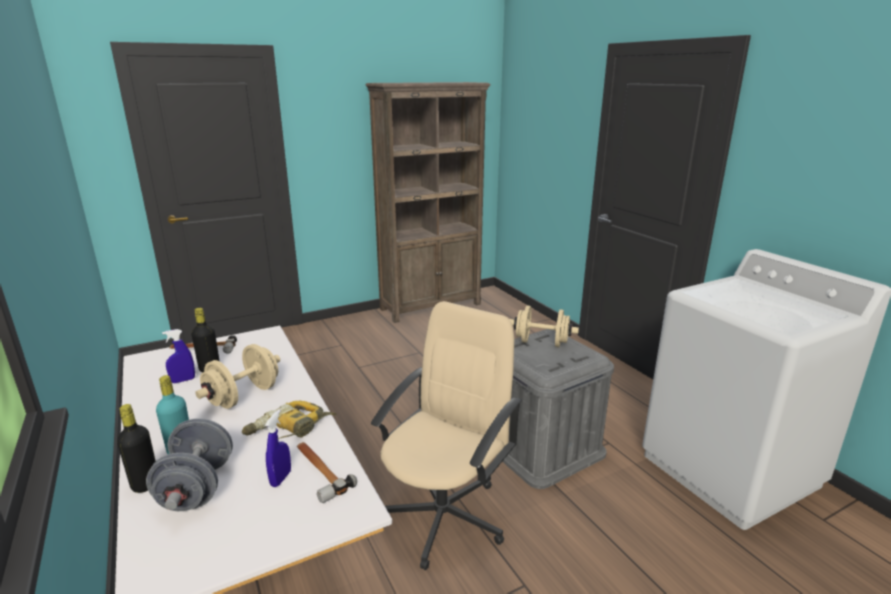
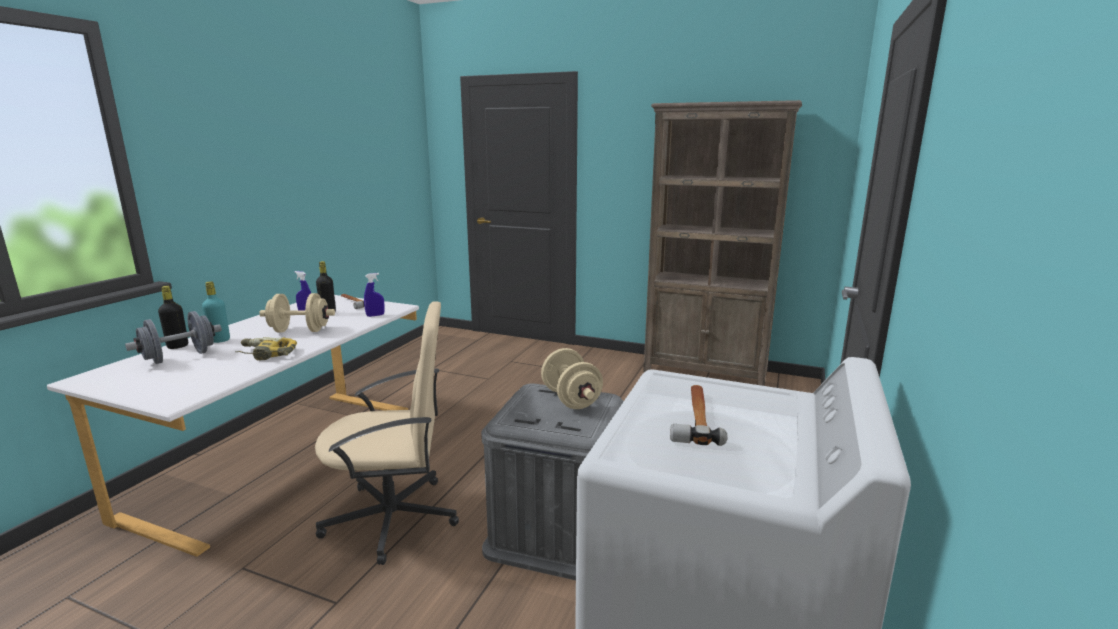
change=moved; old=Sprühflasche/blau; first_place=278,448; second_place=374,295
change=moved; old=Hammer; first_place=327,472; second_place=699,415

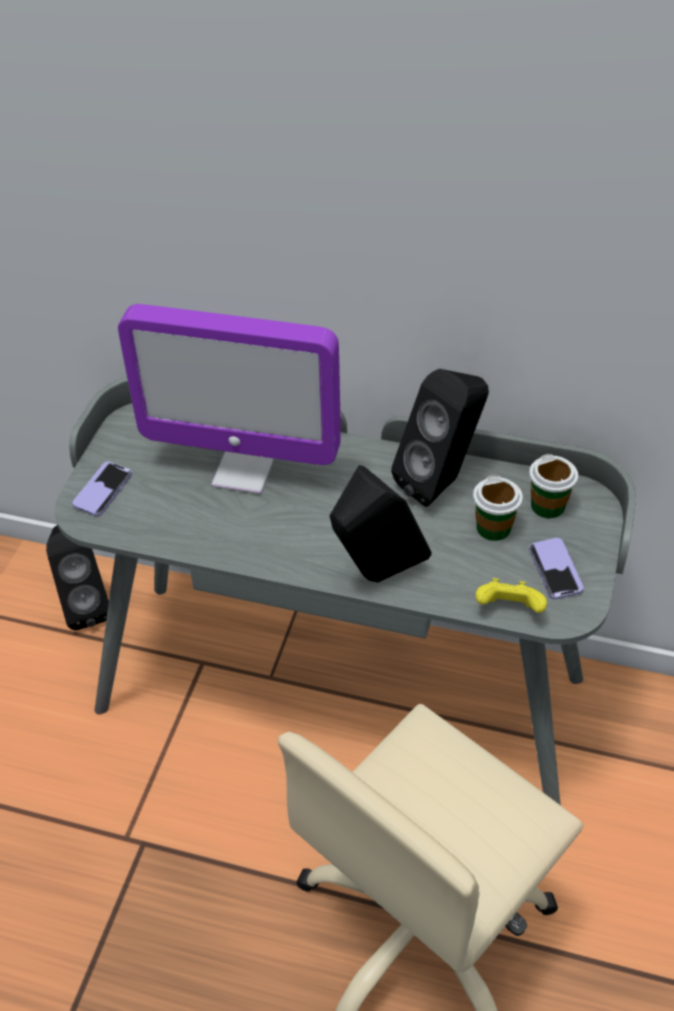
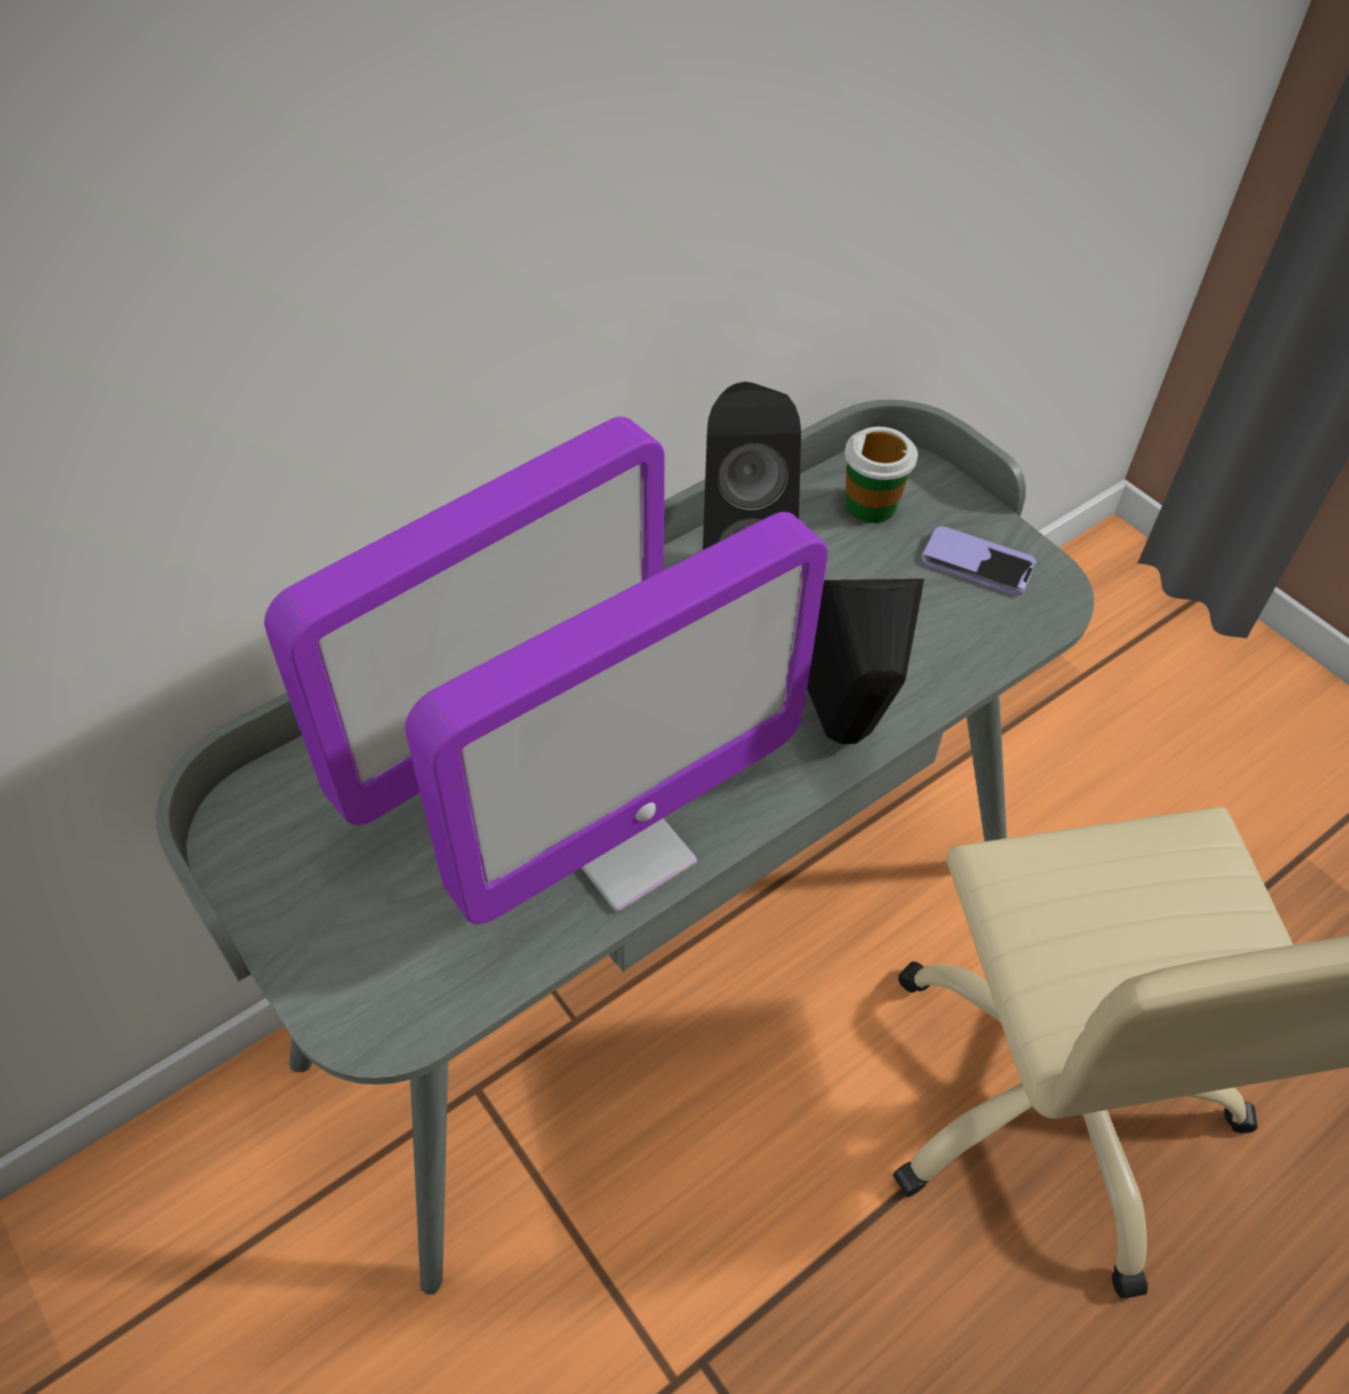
change=removed; old=Lautsprecher/schwarz; first_place=77,577
change=removed; old=Handy; first_place=102,488
change=removed; old=Tasse; first_place=498,508
change=removed; old=Gamepad/gelb; first_place=511,595
change=added; new=Monitor; second_place=616,718

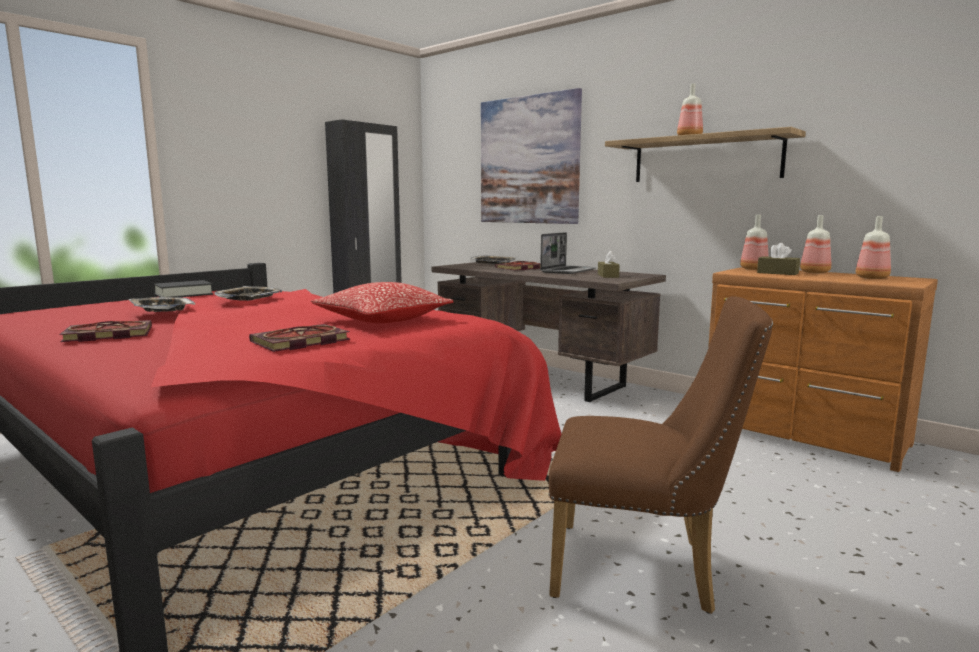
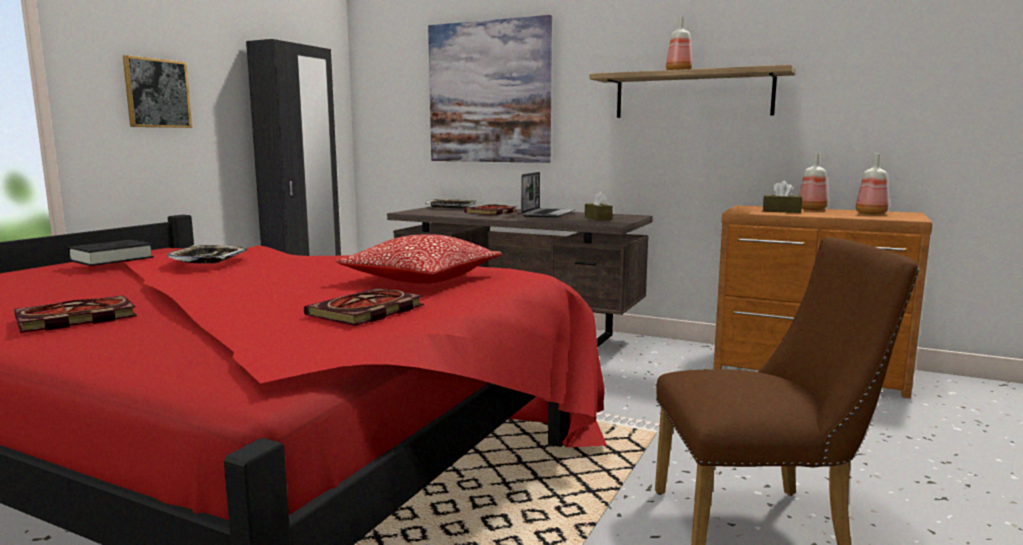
change=removed; old=Tablett; first_place=162,304
change=removed; old=Flasche; first_place=754,242
change=added; new=Bild; second_place=157,91

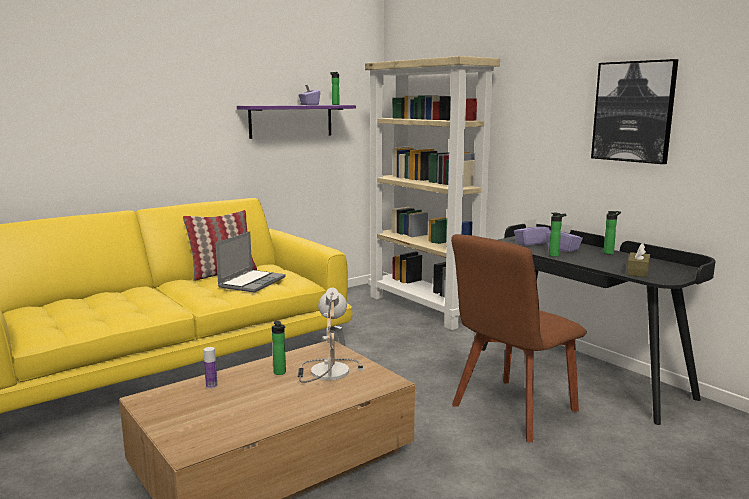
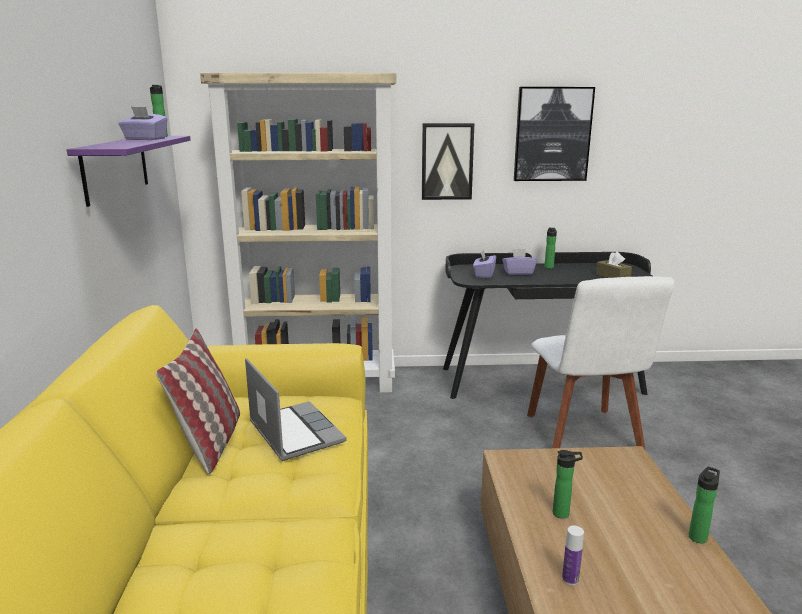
change=removed; old=Tischlampe; first_place=330,335
change=added; new=Bild; second_place=448,161
change=moved; old=Flasche; first_place=558,235; second_place=704,505
change=recoloured; old=Stuhl/braun; new=Stuhl/weiß; first_place=519,338; second_place=601,363

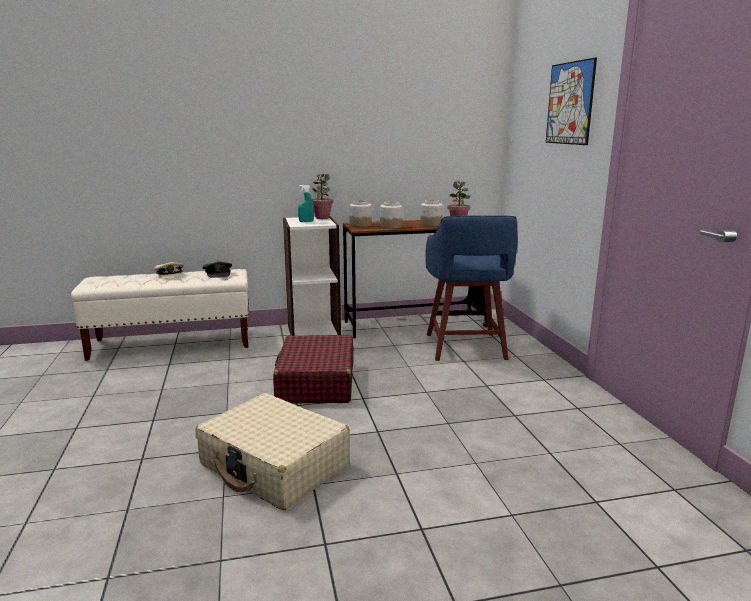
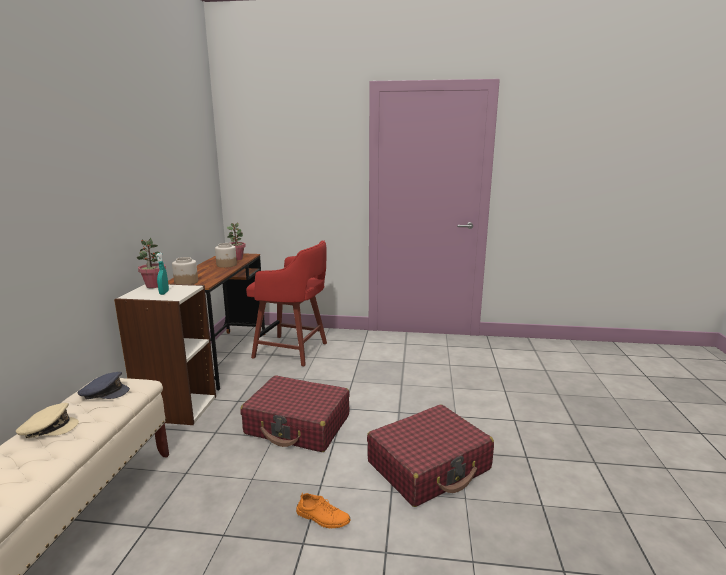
change=removed; old=Vorratsglas; first_place=391,215
change=removed; old=Bild; first_place=571,101
change=added; new=Schuh/orange; second_place=323,510
change=recoloured; old=Koffer/beige; new=Koffer/rot; first_place=272,451; second_place=430,456
change=recoloured; old=Hocker/blau; new=Hocker/rot; first_place=471,288; second_place=286,303

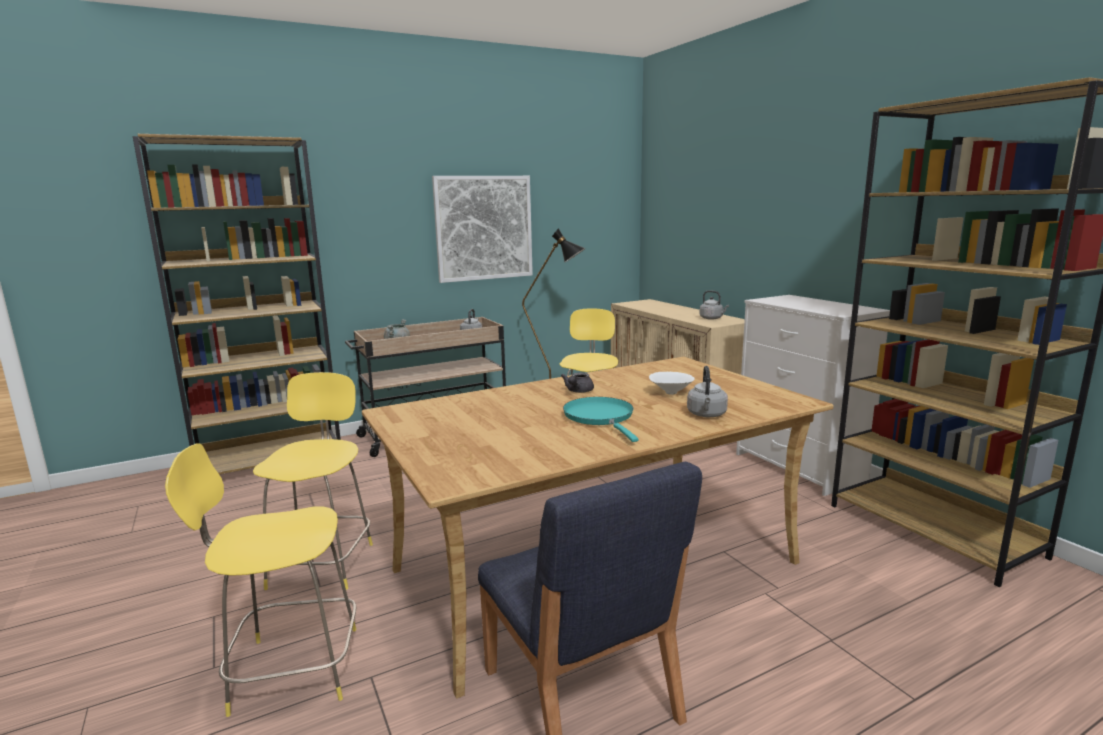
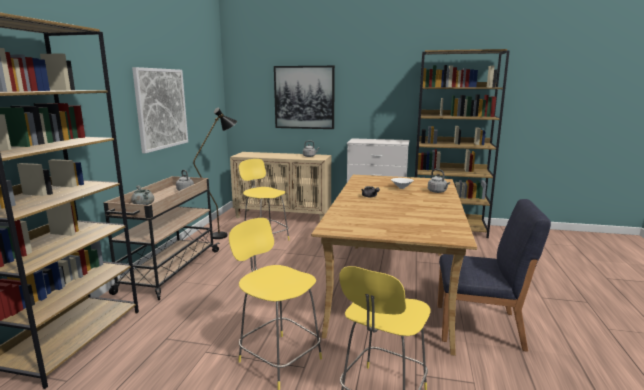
change=removed; old=Pfanne/türkis; first_place=601,419
change=added; new=Bild; second_place=304,97

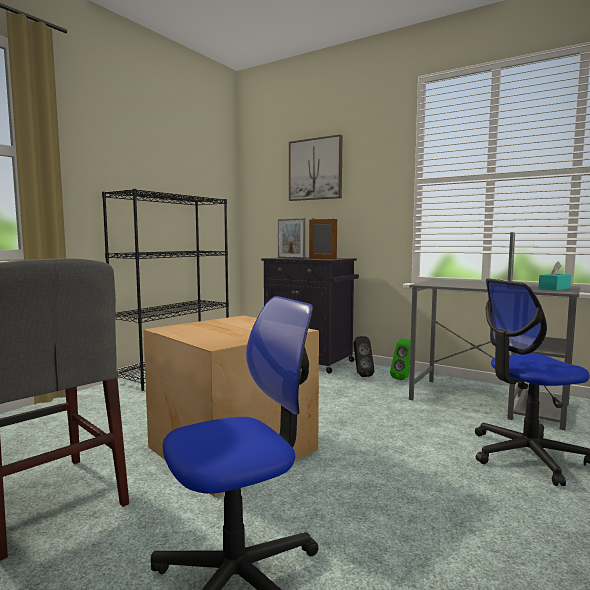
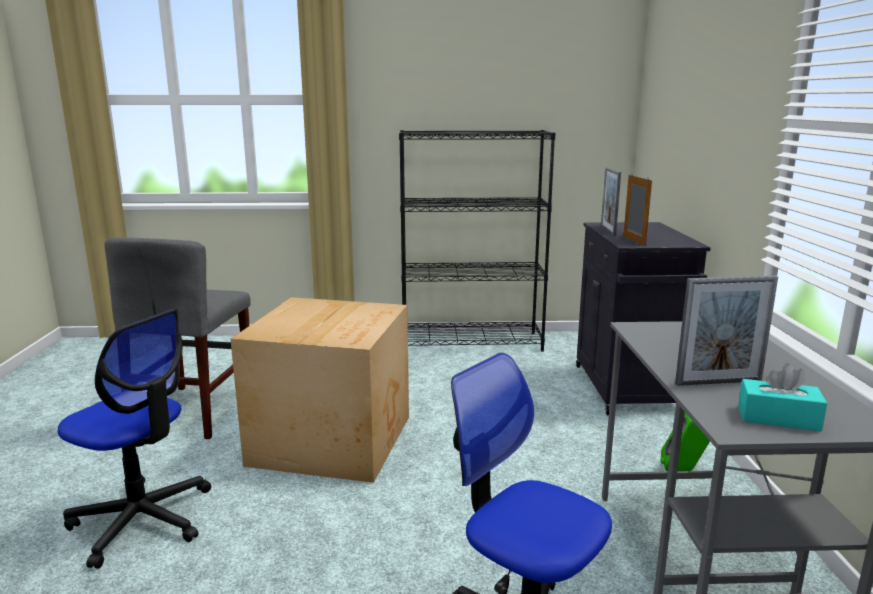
change=removed; old=Bild; first_place=316,167
change=removed; old=Lautsprecher/schwarz; first_place=364,356

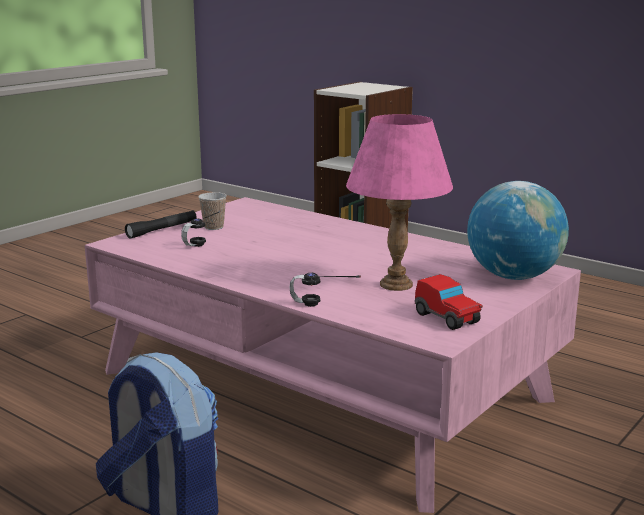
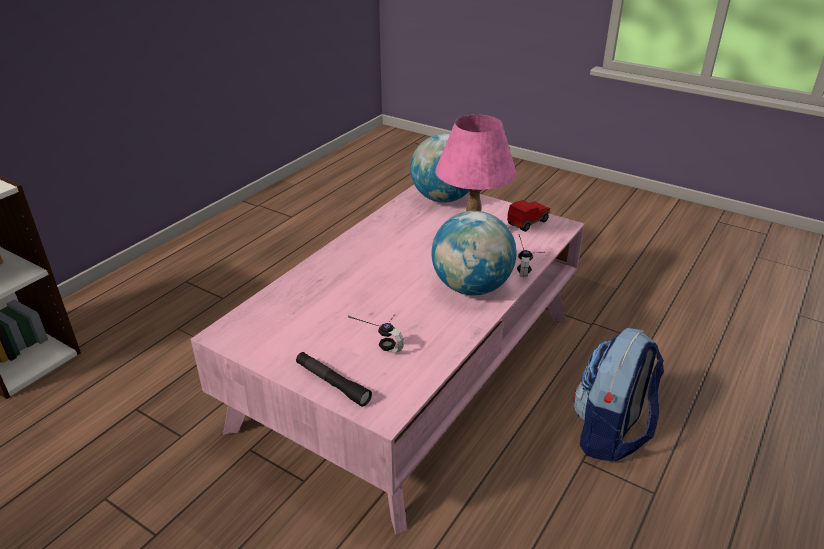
change=removed; old=Tasse; first_place=212,211
change=added; new=Globus; second_place=473,253

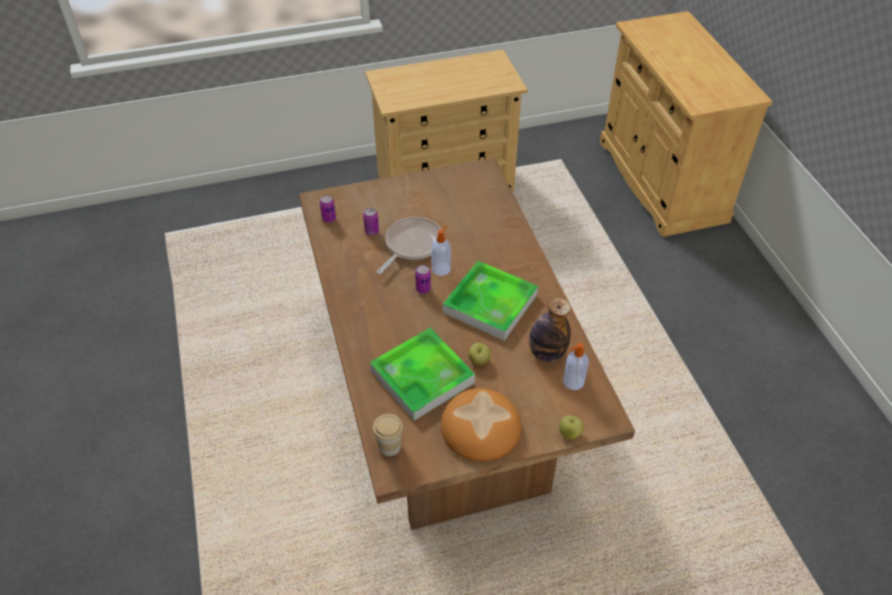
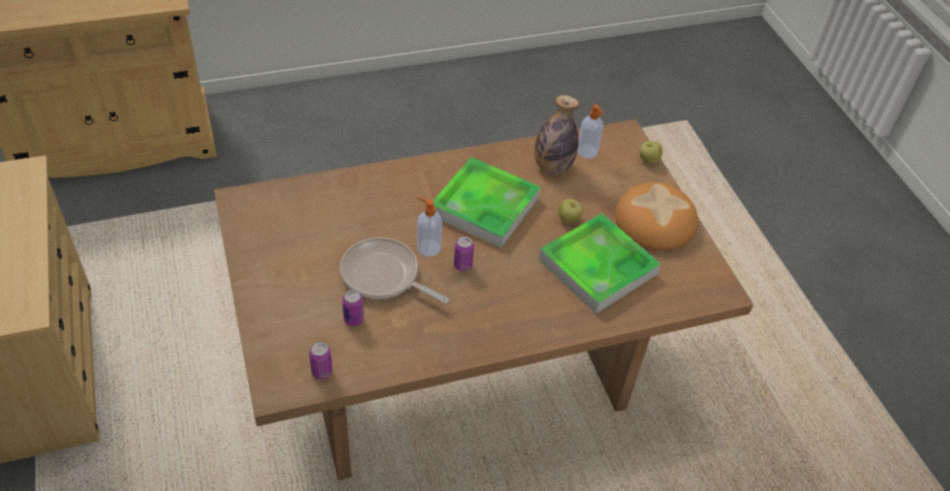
change=removed; old=Tasse; first_place=388,435

